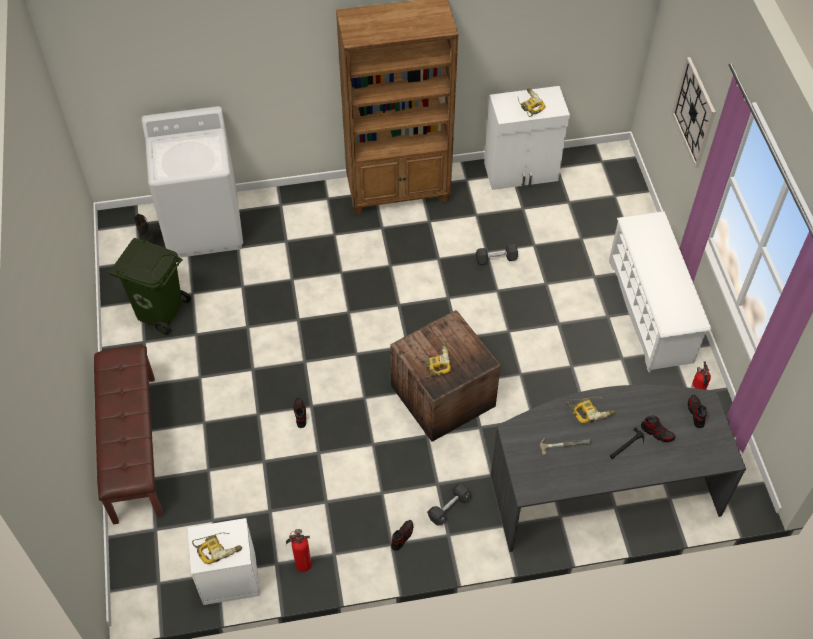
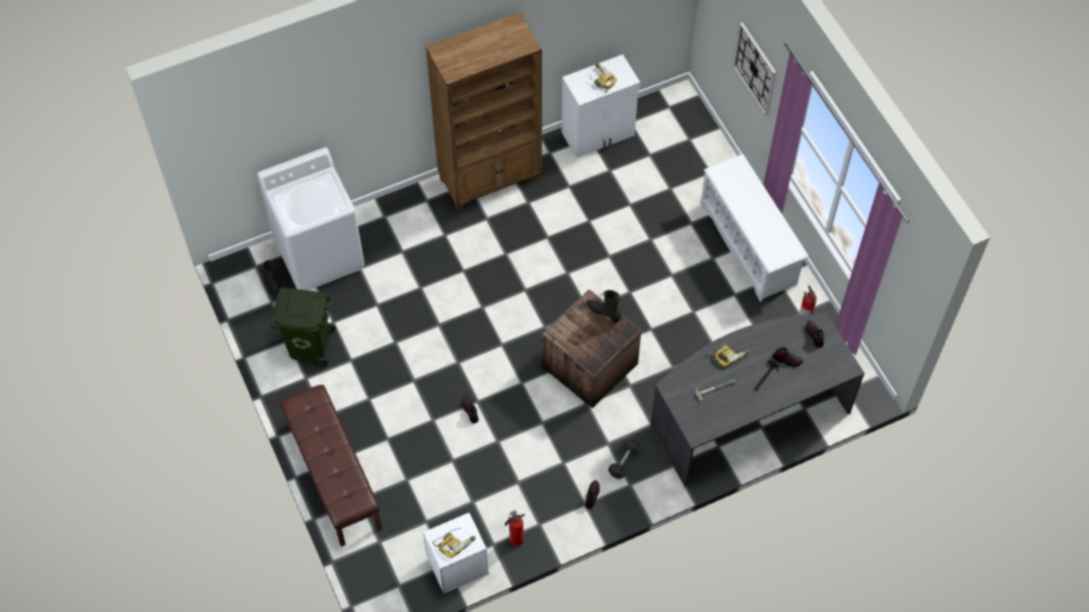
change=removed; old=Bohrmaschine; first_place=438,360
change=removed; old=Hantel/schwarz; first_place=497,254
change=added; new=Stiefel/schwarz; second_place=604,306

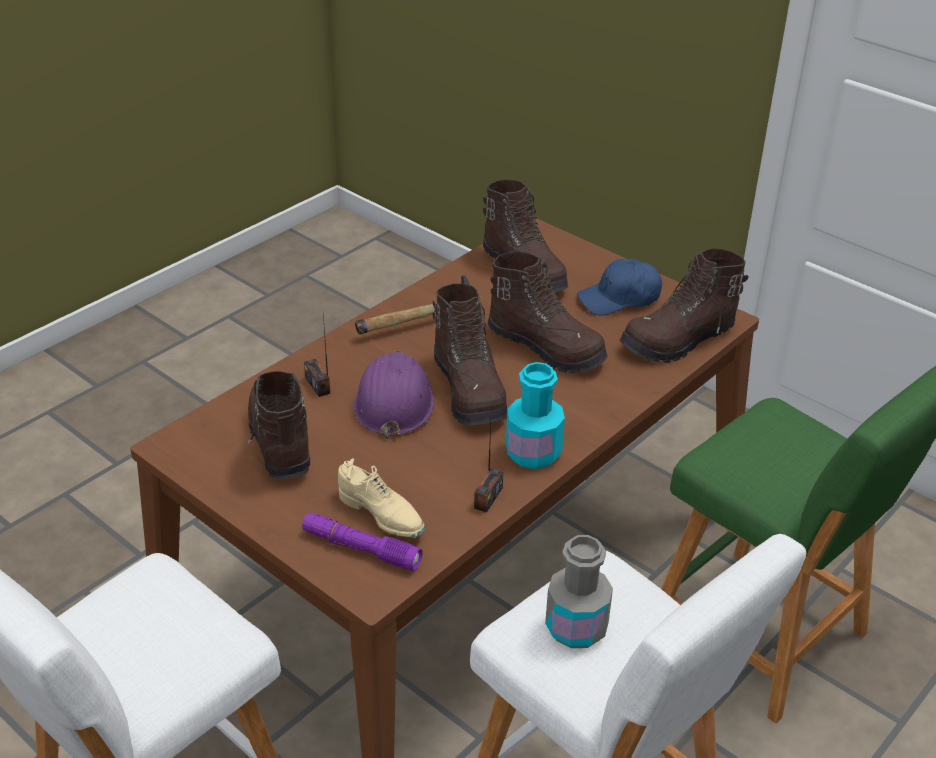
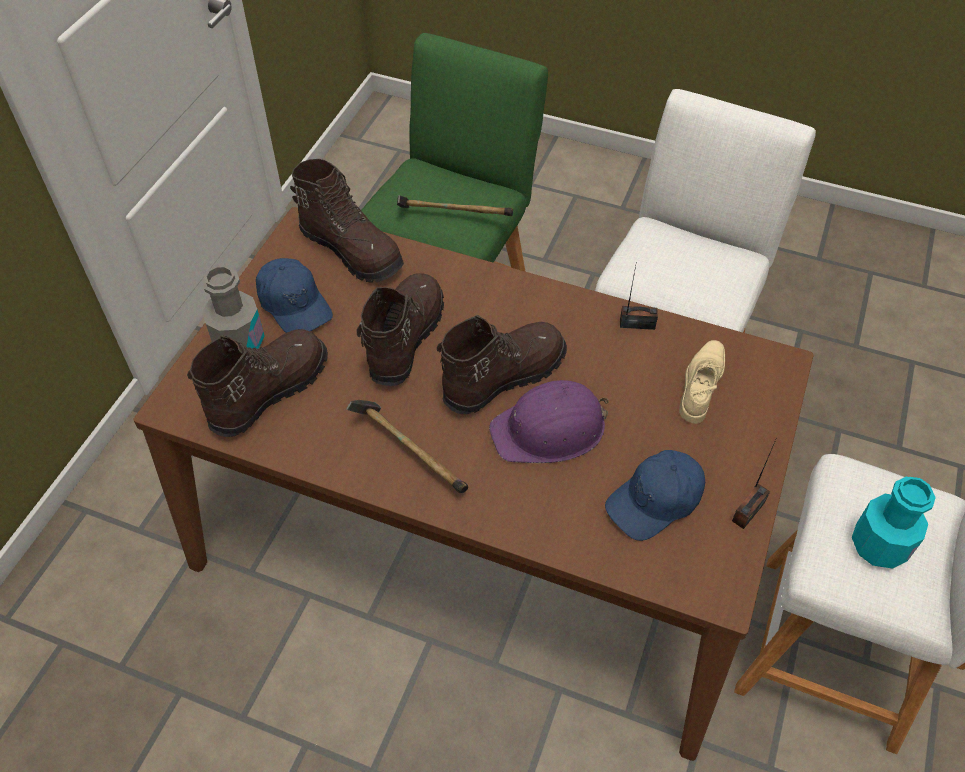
change=removed; old=Taschenlampe/lila; first_place=362,542
change=added; new=Hammer; second_place=455,205
change=moved; old=Radio; first_place=317,355; second_place=754,484
change=moved; old=Flasche/türkis; first_place=535,415; second_place=894,522
change=moved; old=Flasche/grau; first_place=579,591; second_place=233,307
change=replaced; old=Stiefel/braun; new=Kappe/blau; first_place=279,425; second_place=655,495

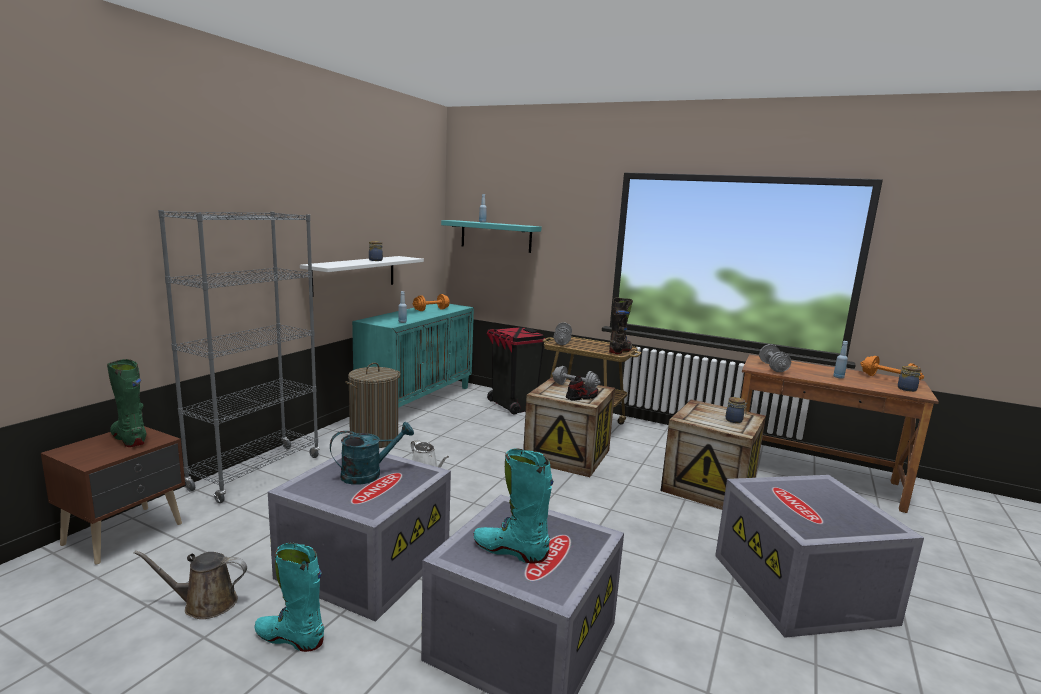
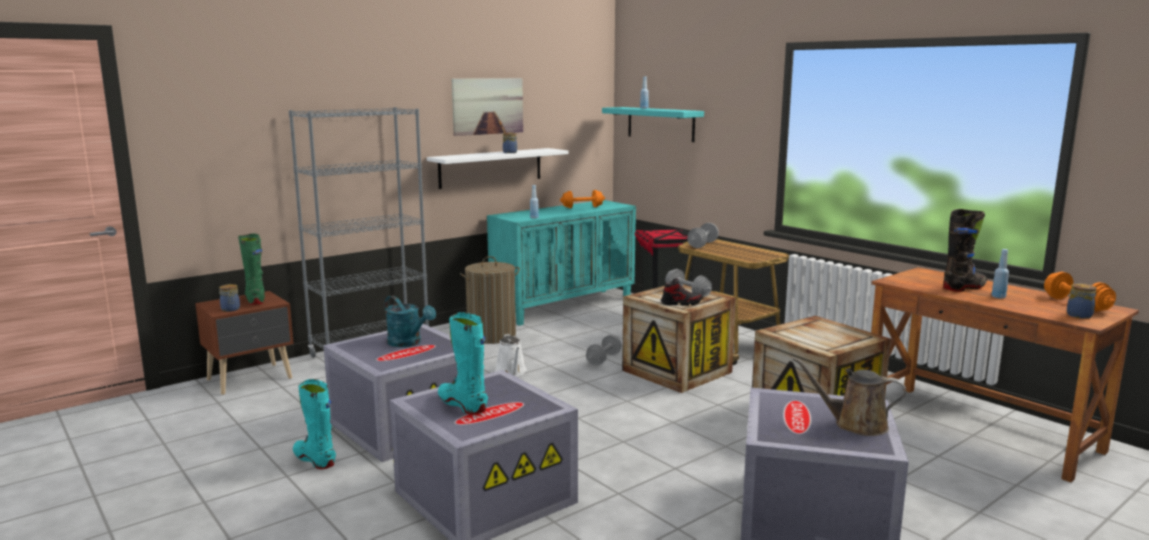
change=added; new=Bild; second_place=487,107
change=moved; old=Gießkanne/braun; first_place=190,584; second_place=849,396
change=moved; old=Stiefel/schwarz; first_place=621,325; second_place=965,250
change=moved; old=Vorratsglas; first_place=736,410; second_place=229,298
change=moved; old=Hantel/grau; first_place=775,358; second_place=603,350
change=turned; old=Gießkanne/türkis; first_place=372,453; second_place=410,321; degrees=45

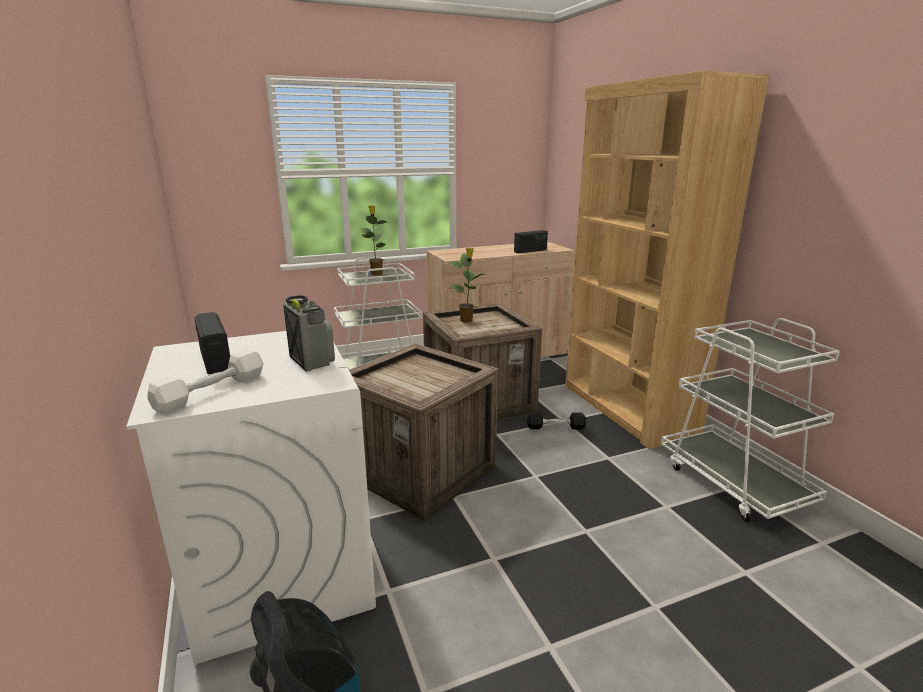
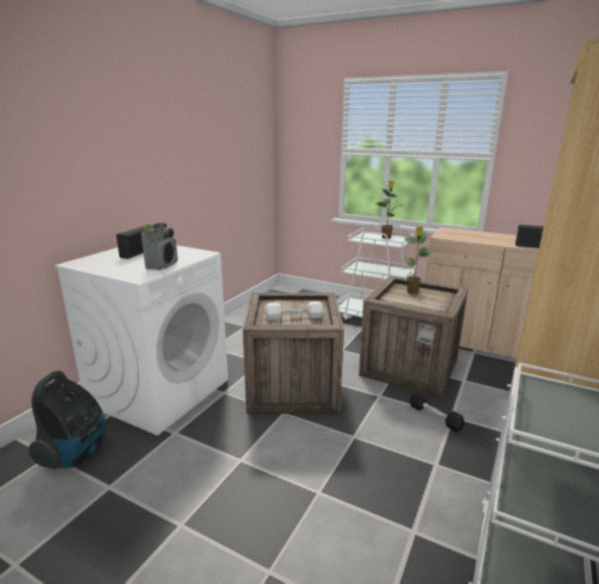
change=moved; old=Hantel/weiß; first_place=205,382; second_place=294,310

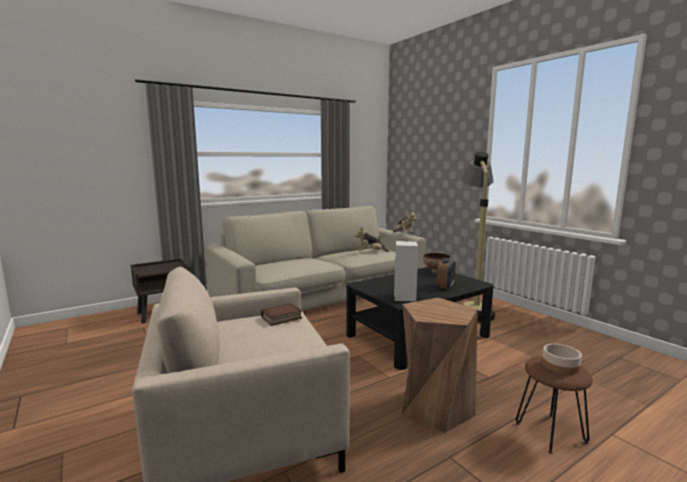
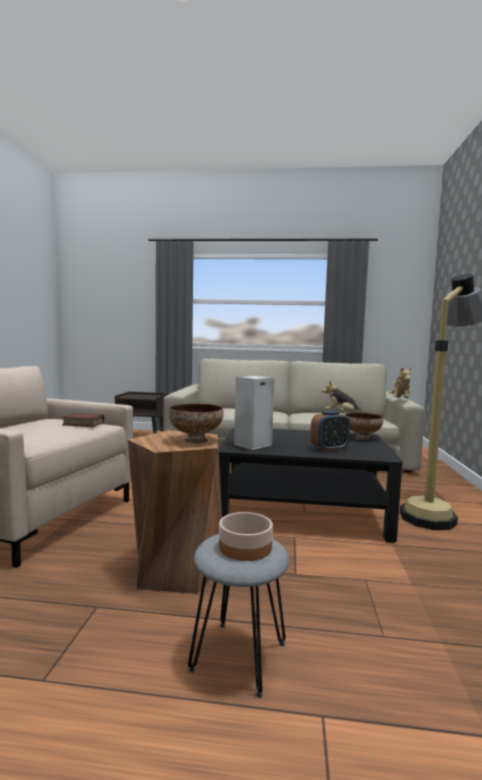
change=added; new=Schüssel; second_place=196,423
change=recoloured; old=Hocker/braun; new=Hocker/grau; first_place=554,405; second_place=238,616

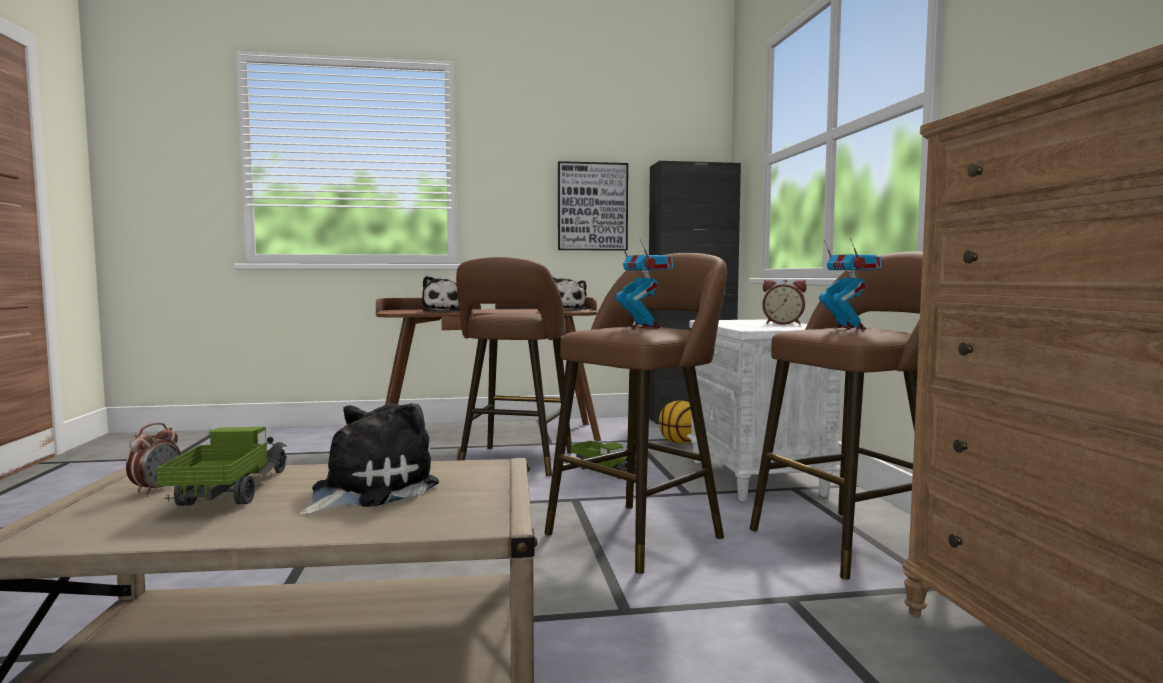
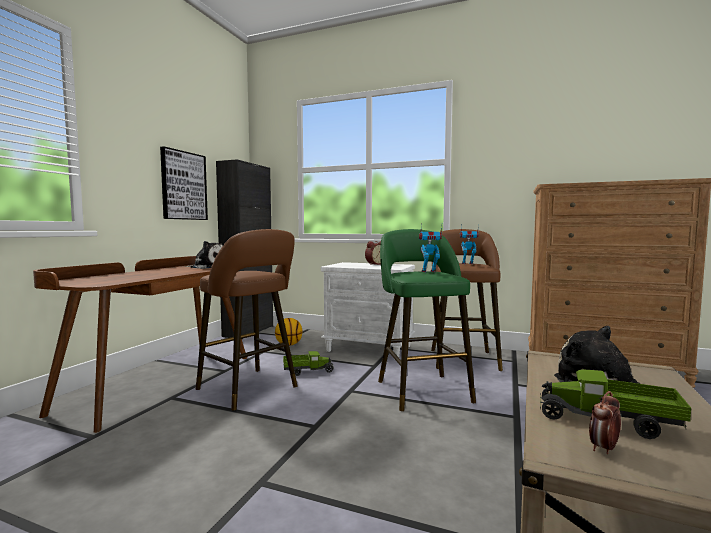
change=removed; old=Plüschtier; first_place=440,294
change=recoloured; old=Hocker/braun; new=Hocker/grün; first_place=635,413; second_place=427,320
change=turned; old=Wecker; first_place=153,458; second_place=605,422; degrees=-90

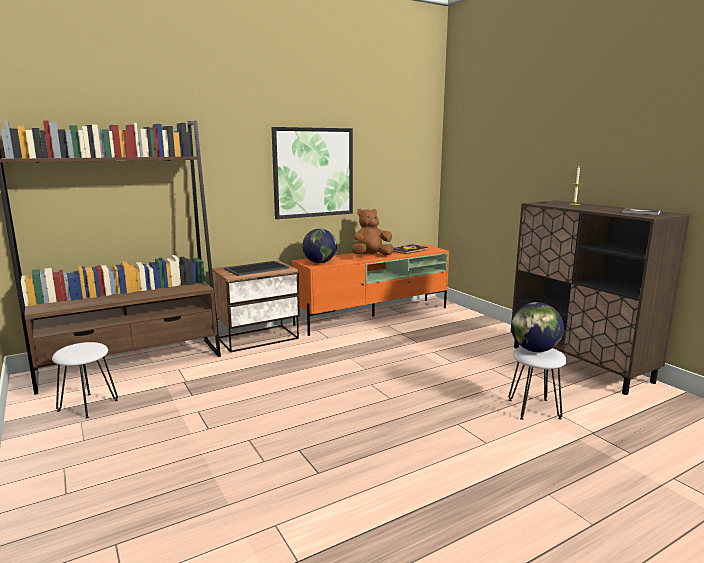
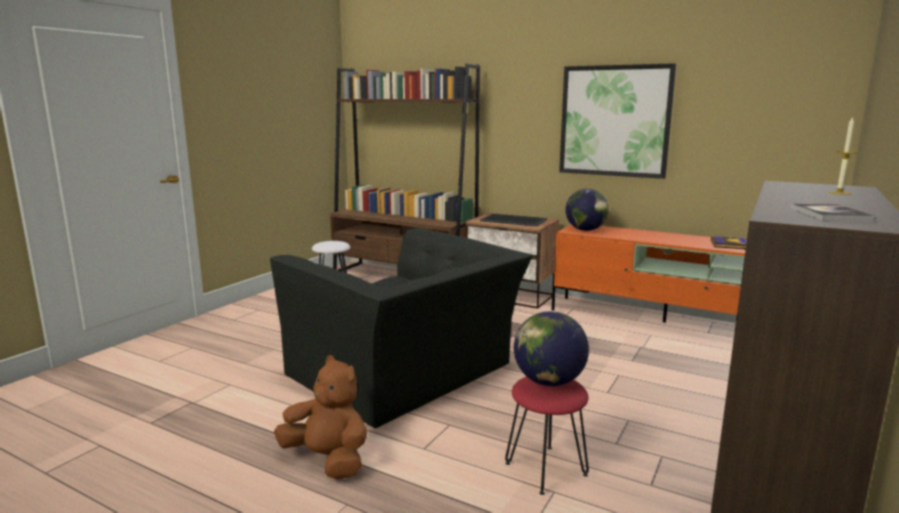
change=added; new=Sessel/schwarz; second_place=401,328
change=moved; old=Plüschtier/braun; first_place=373,232; second_place=320,417
change=recoloured; old=Hocker/weiß; new=Hocker/rot; first_place=537,383; second_place=547,435

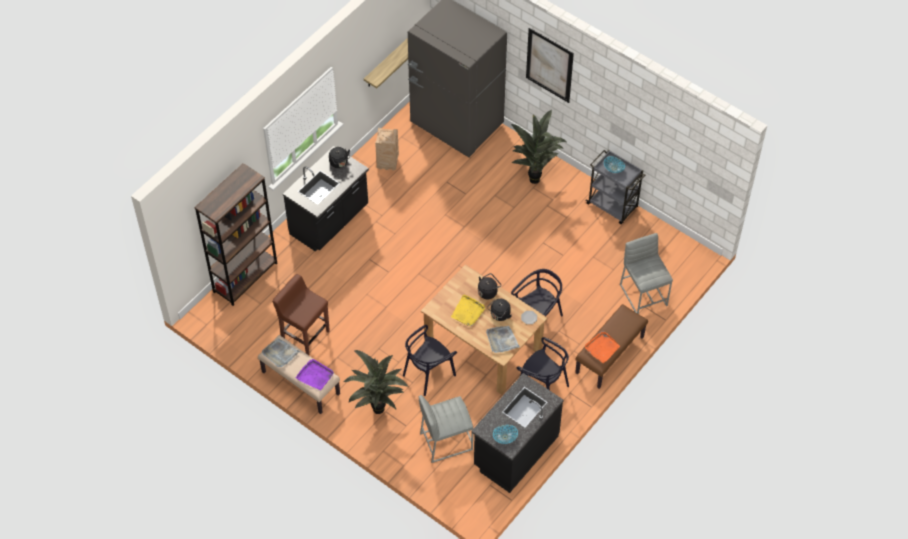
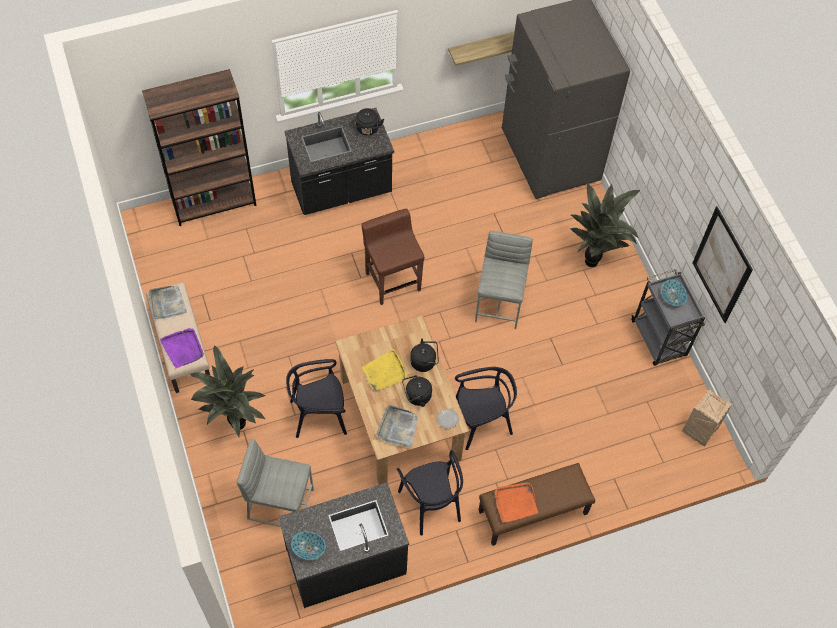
change=moved; old=Hocker/braun; first_place=301,314; second_place=393,257
change=moved; old=Kiste; first_place=387,149; second_place=707,418
change=moved; old=Bild; first_place=550,65; second_place=723,264
change=moved; old=Hocker/grau; first_place=646,273; second_place=504,280

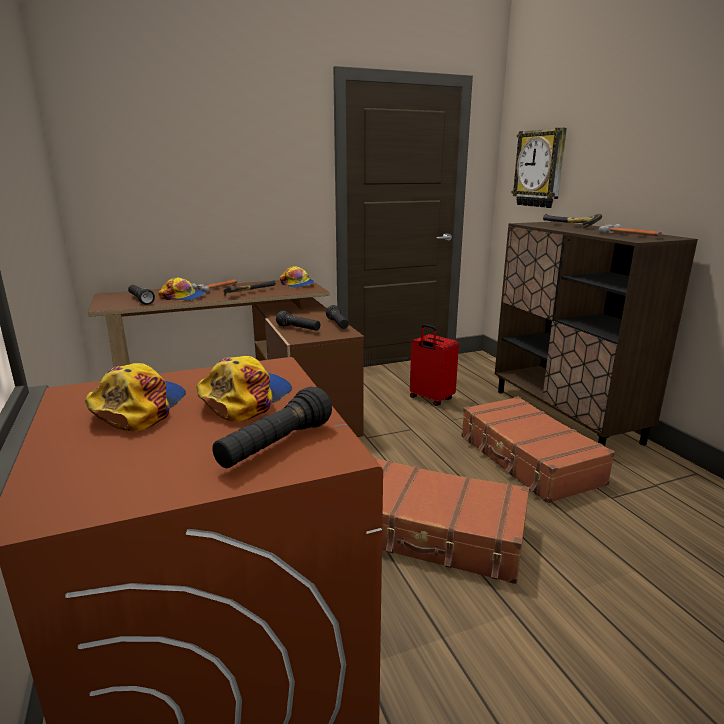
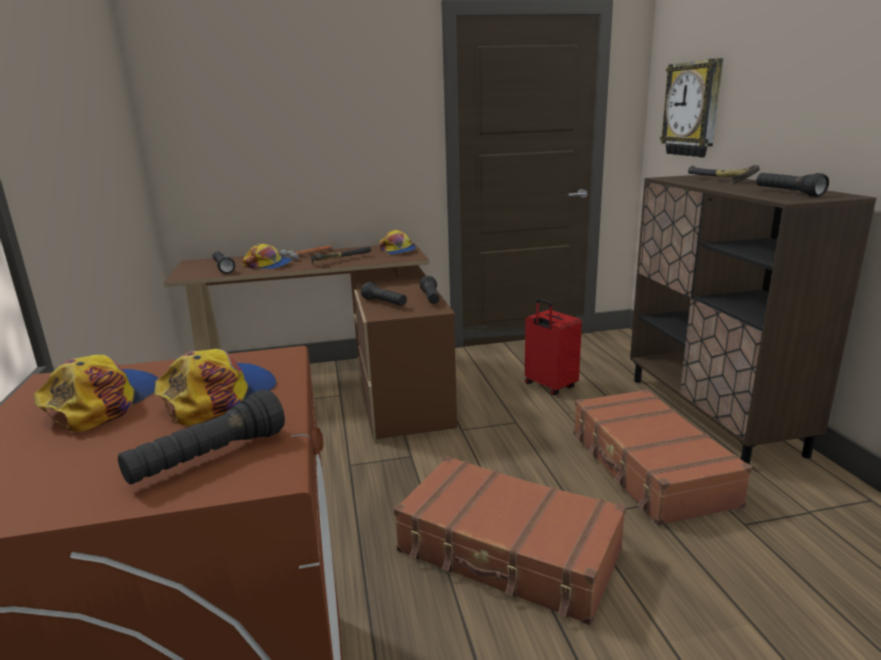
change=replaced; old=Hammer; new=Taschenlampe/schwarz; first_place=630,230; second_place=792,185

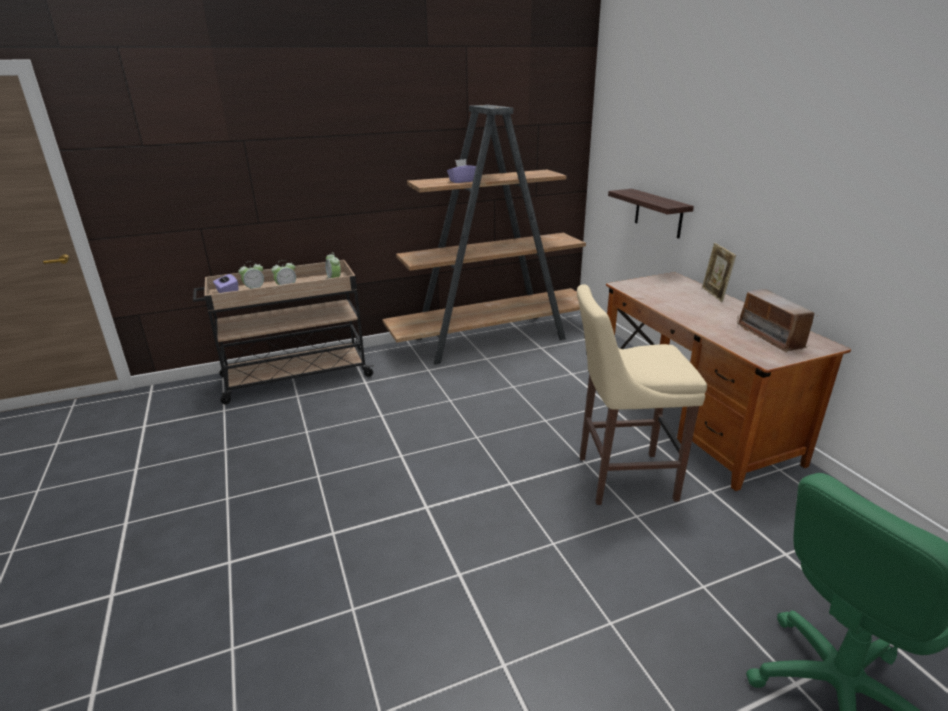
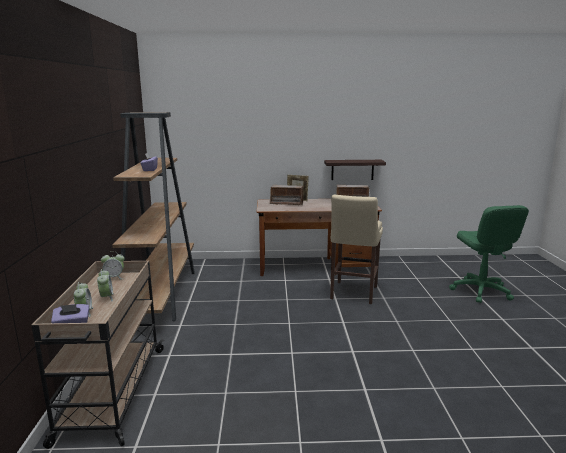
change=added; new=Radio; second_place=286,195
change=moved; old=Wandregal; first_place=651,214; second_place=355,170

